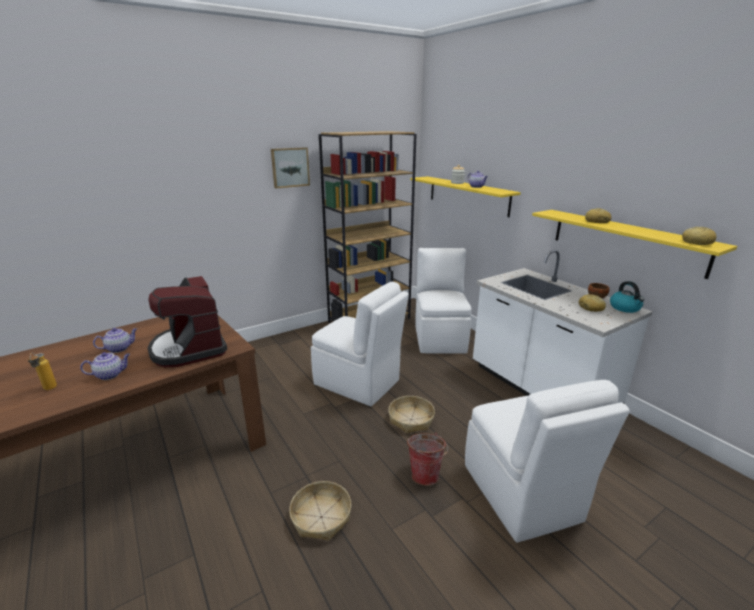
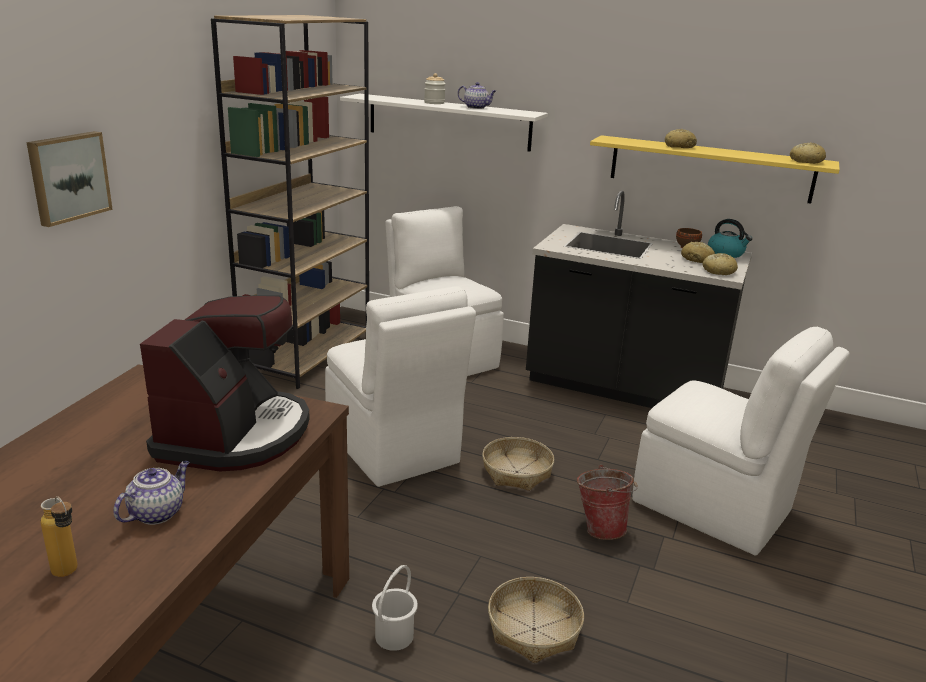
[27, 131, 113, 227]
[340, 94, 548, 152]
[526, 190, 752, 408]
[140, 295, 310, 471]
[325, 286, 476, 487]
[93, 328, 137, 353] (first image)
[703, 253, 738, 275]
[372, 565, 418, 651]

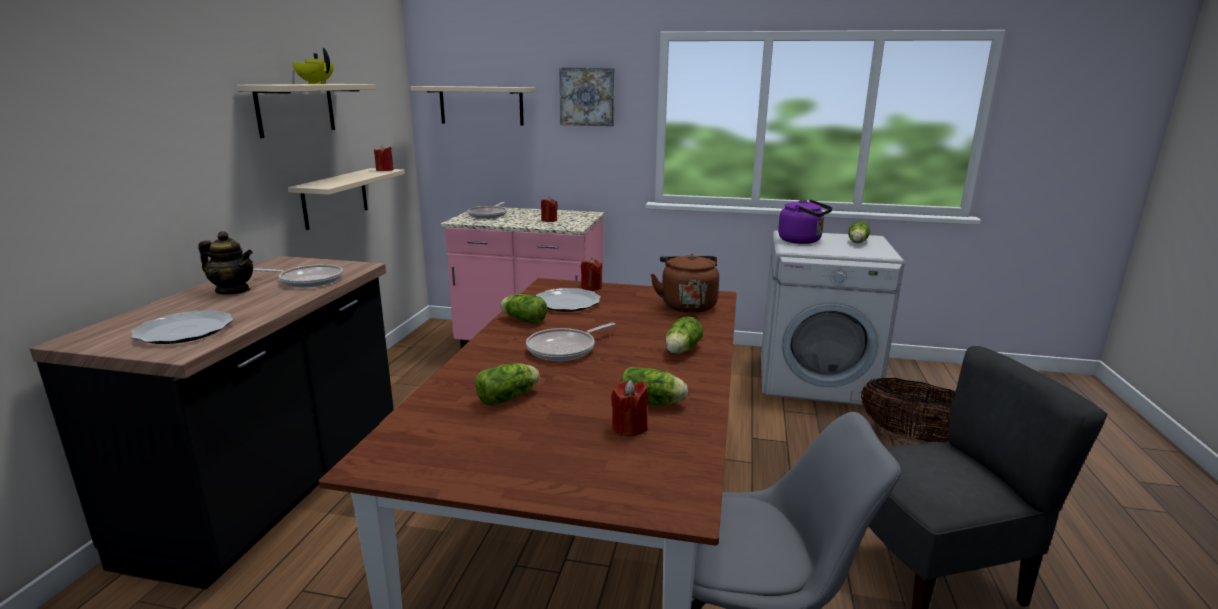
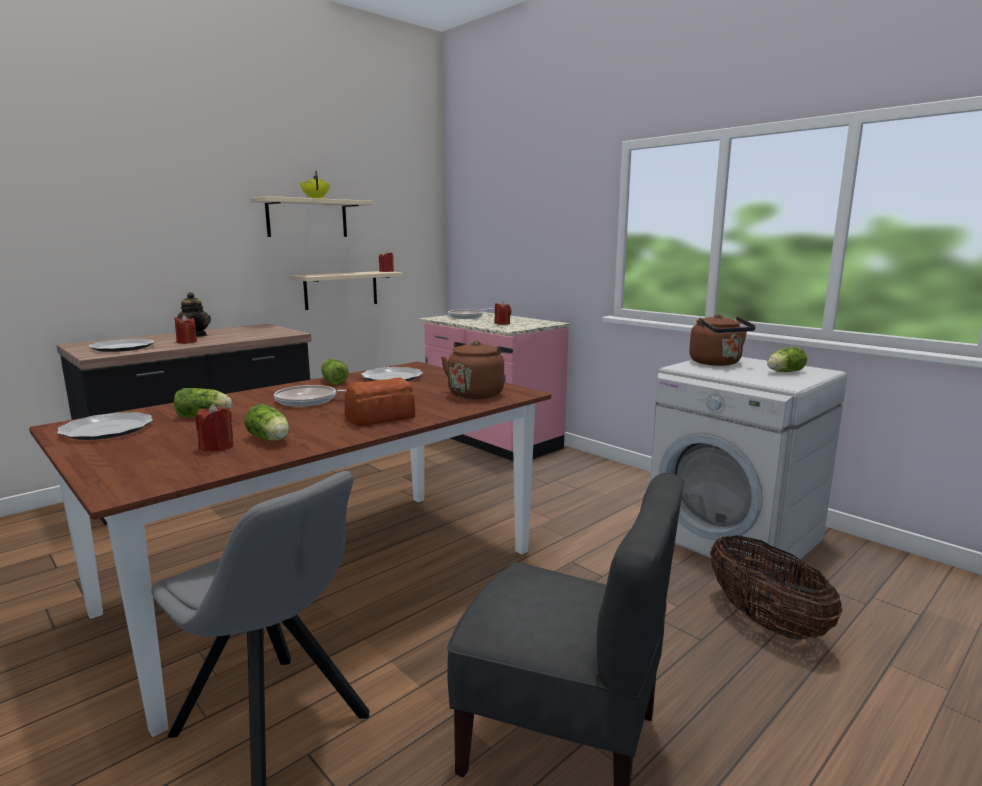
[559, 68, 615, 126] (first image)
[410, 86, 536, 125] (first image)
[689, 314, 756, 366]
[174, 315, 197, 344]
[253, 264, 343, 288] (first image)
[345, 377, 415, 426]
[57, 412, 153, 440]

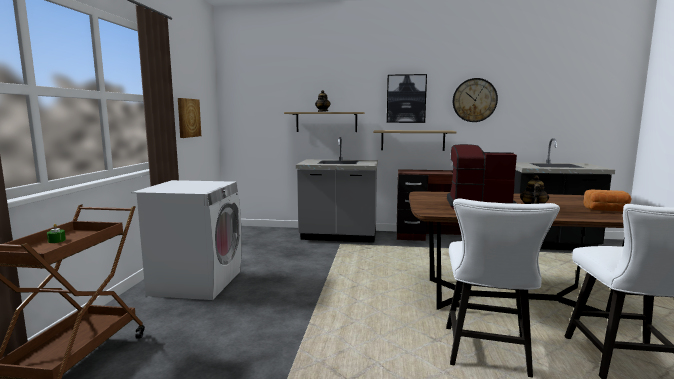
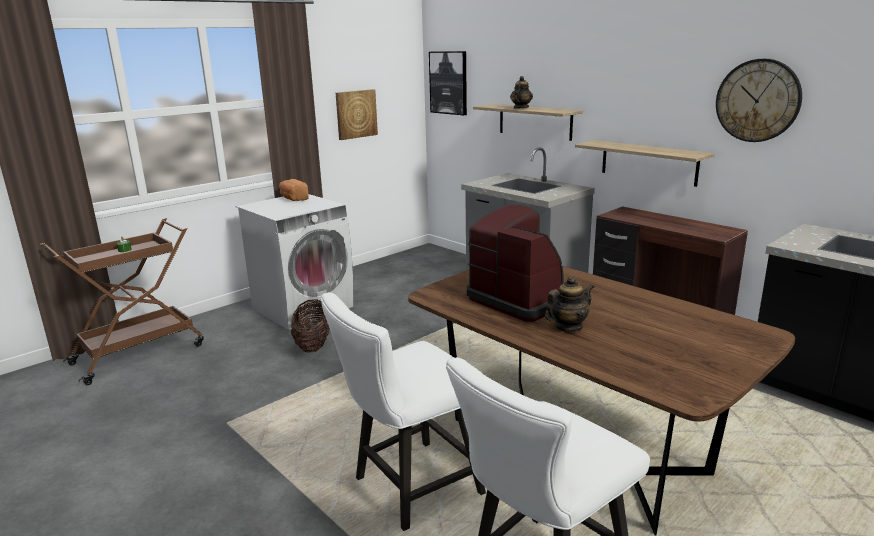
[429, 51, 467, 115]
[279, 179, 309, 201]
[291, 300, 330, 353]

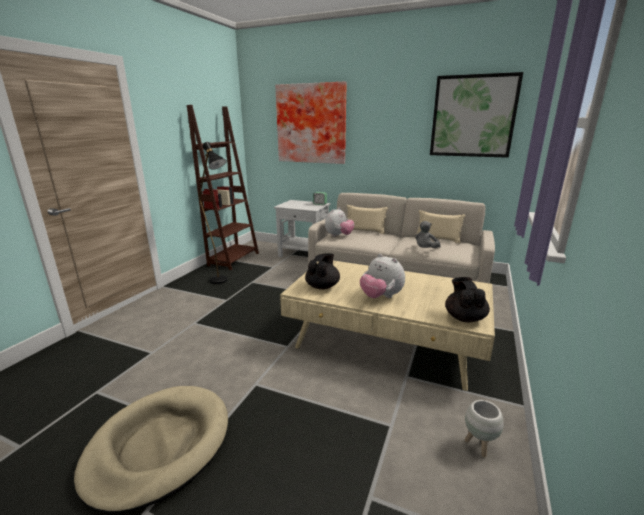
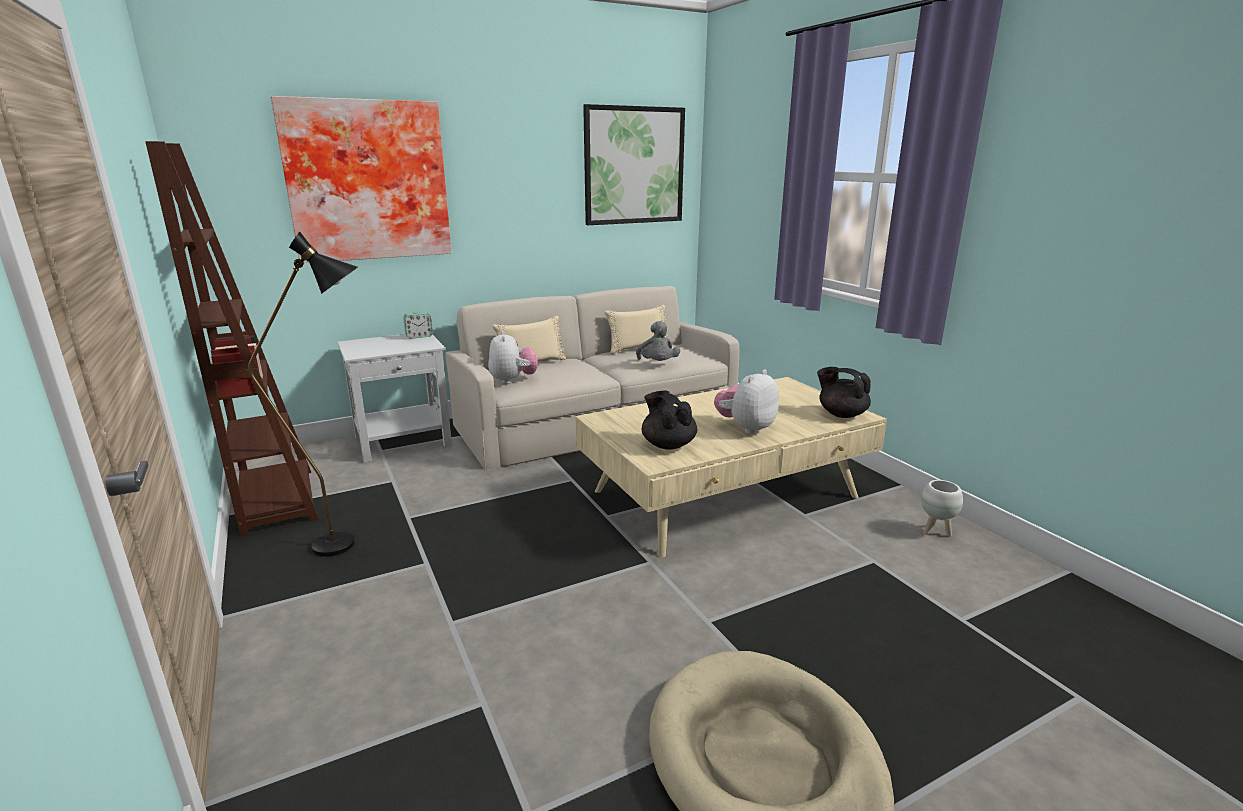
[714, 369, 779, 434]

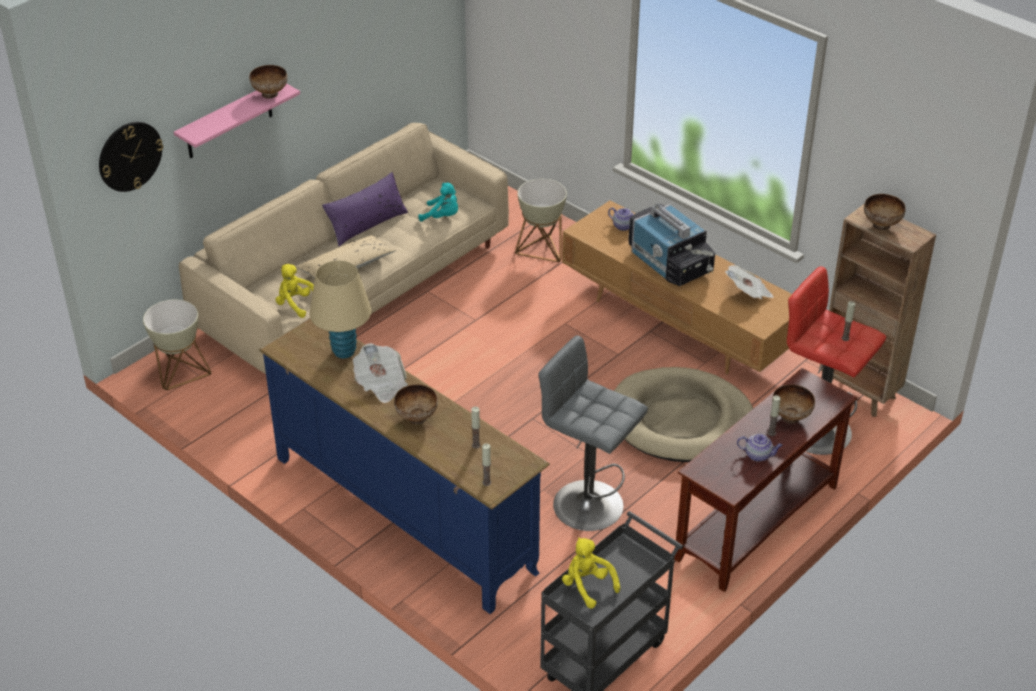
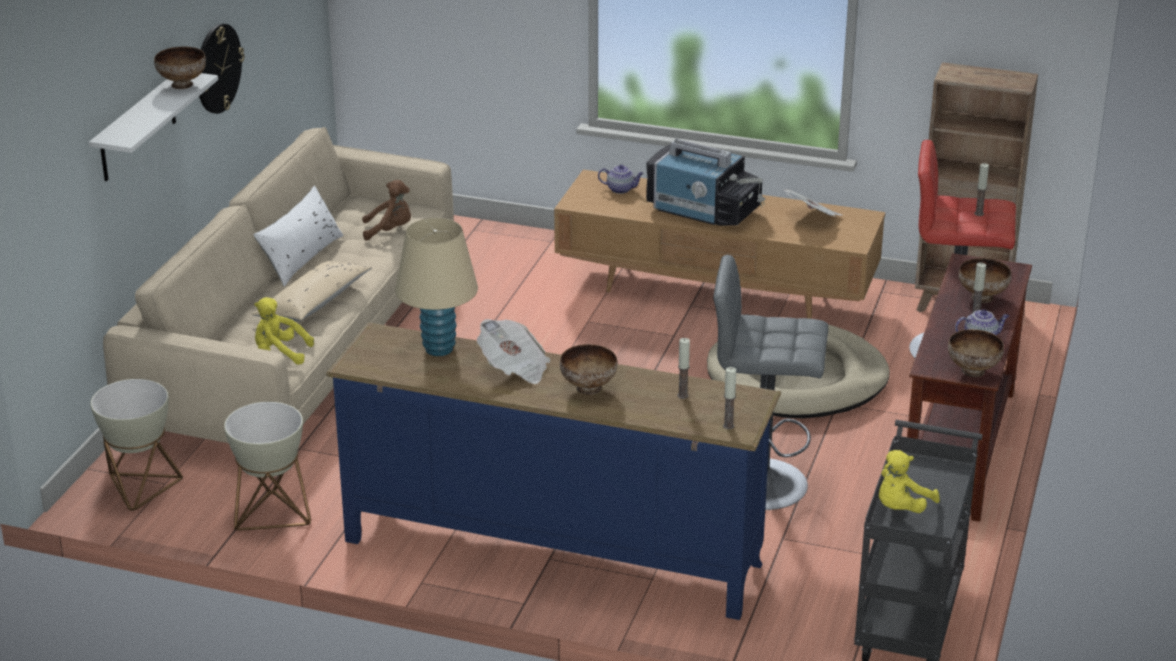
[89, 73, 218, 181]
[199, 24, 244, 114]
[253, 186, 343, 286]
[224, 402, 311, 530]
[362, 180, 411, 240]
[948, 329, 1004, 377]
[879, 450, 940, 513]

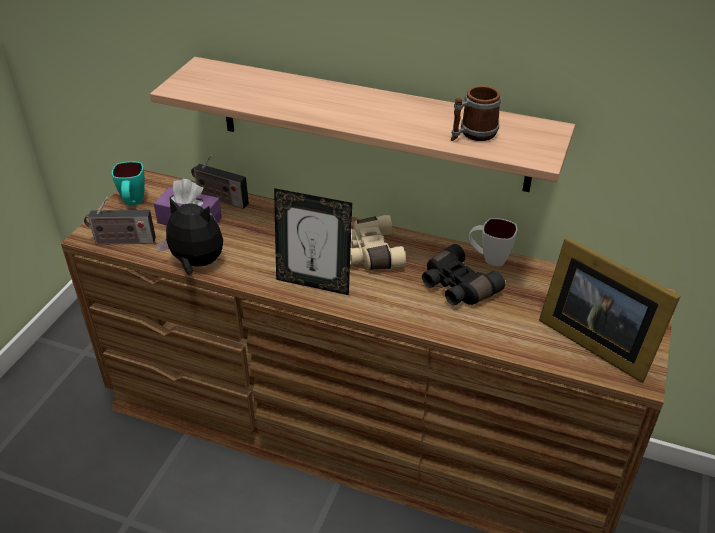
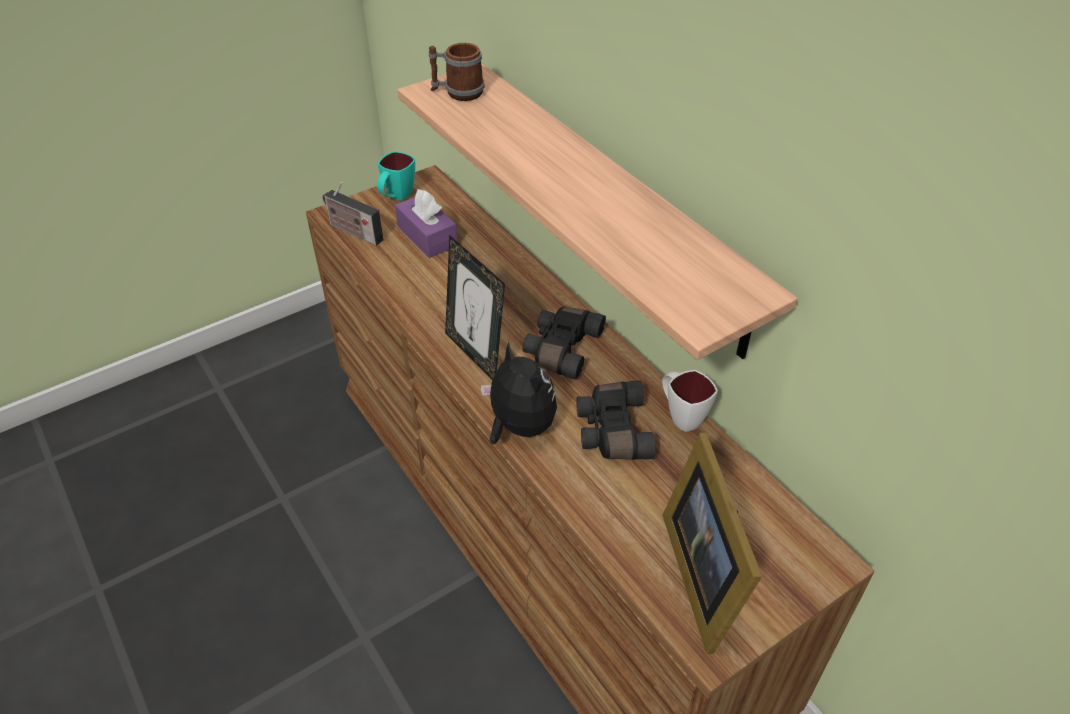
[429, 43, 484, 101]
[191, 155, 249, 209] (first image)
[481, 341, 557, 444]
[522, 306, 606, 380]

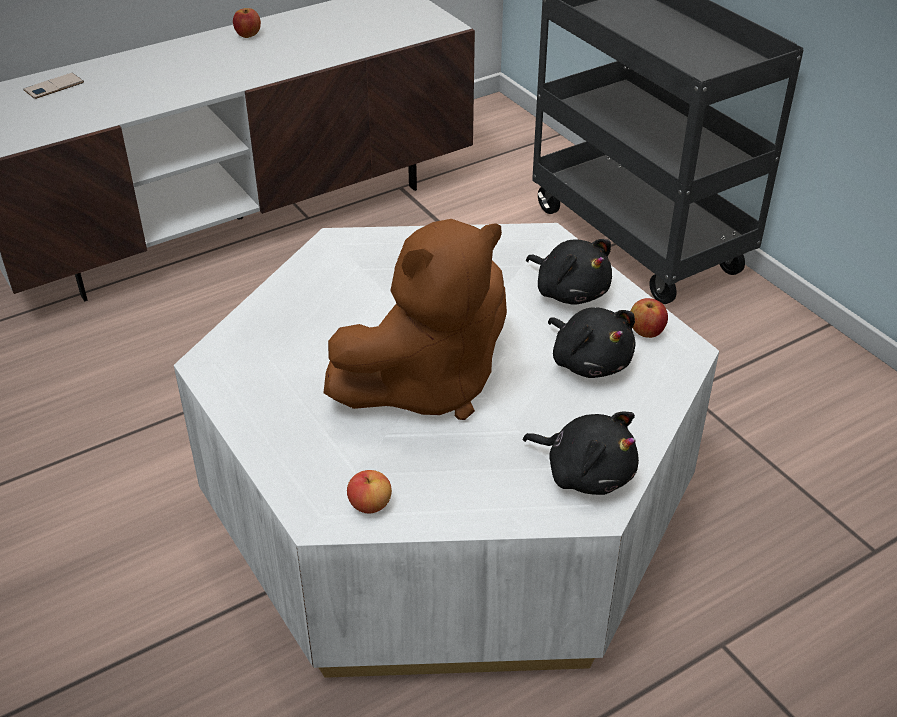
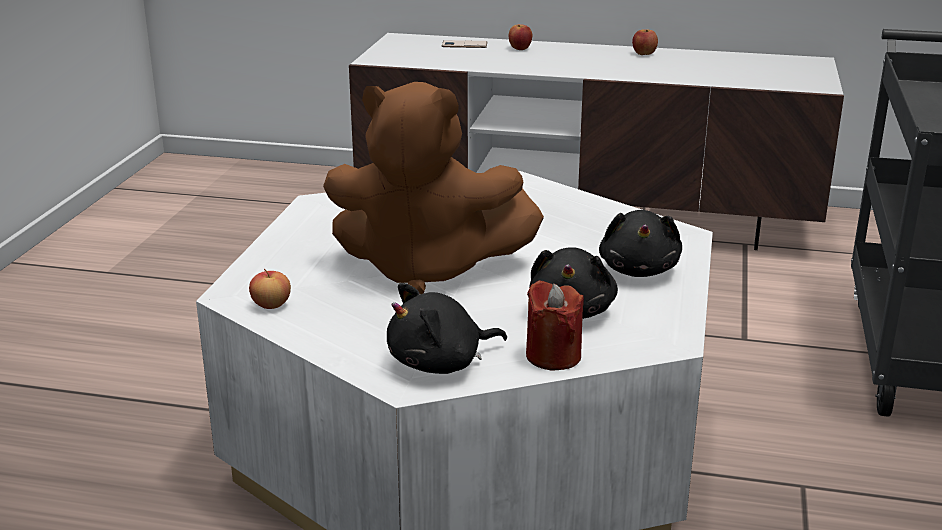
[509, 24, 532, 50]
[387, 283, 507, 374]
[526, 280, 584, 370]

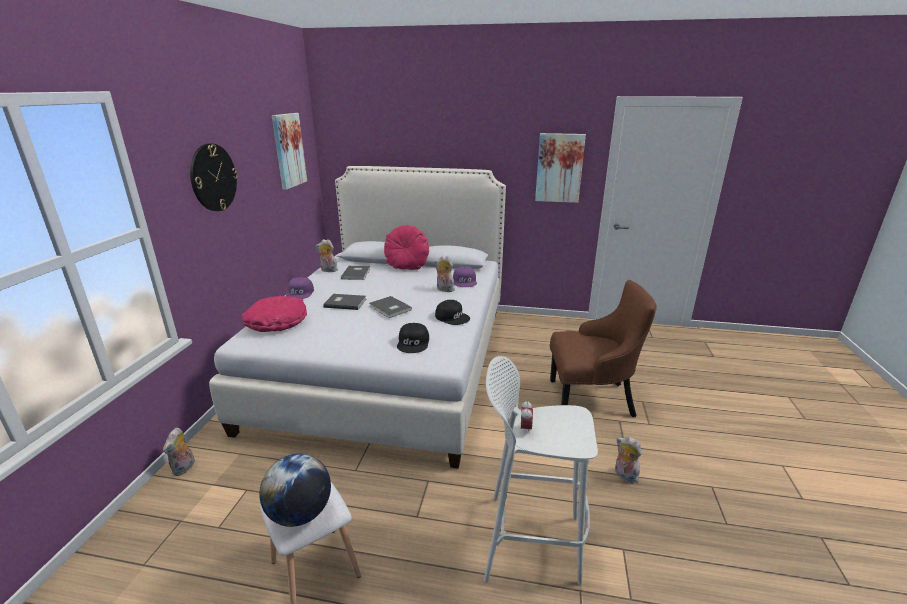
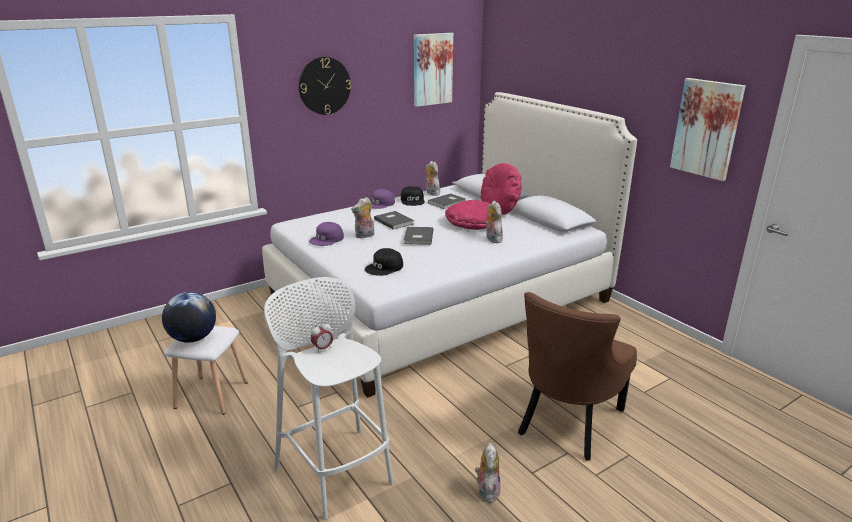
[309, 222, 344, 246]
[518, 292, 637, 461]
[445, 200, 490, 230]
[401, 186, 425, 206]
[351, 197, 374, 238]

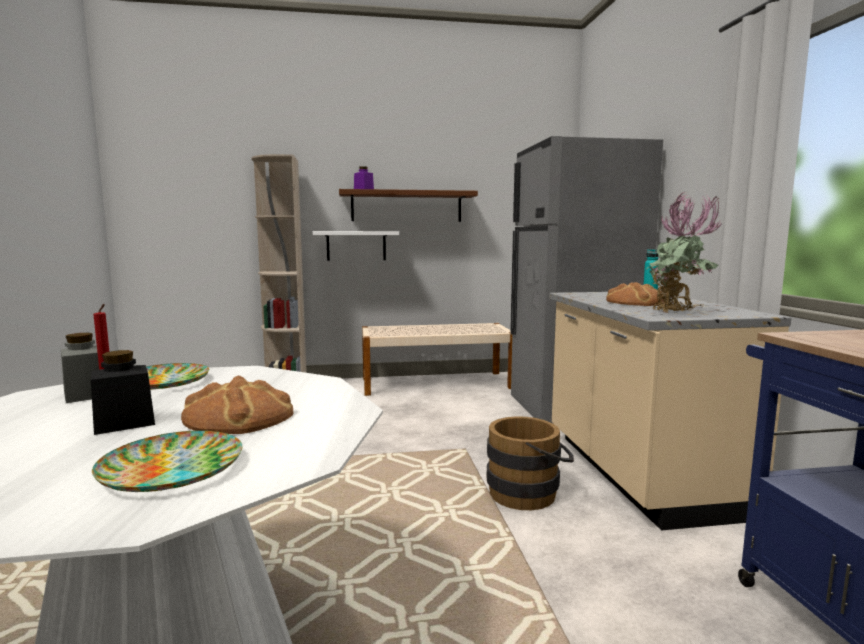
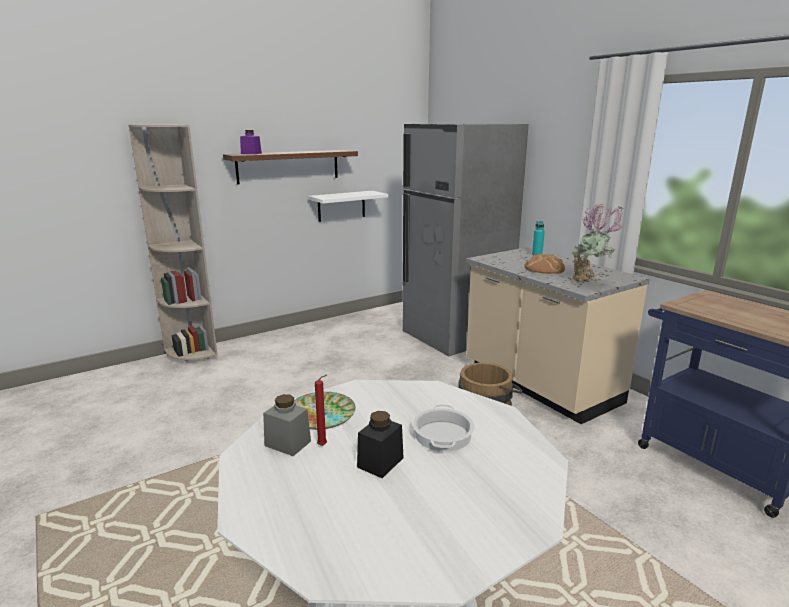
[308, 191, 389, 222]
[362, 323, 512, 396] (first image)
[413, 404, 475, 452]
[92, 431, 242, 492] (first image)

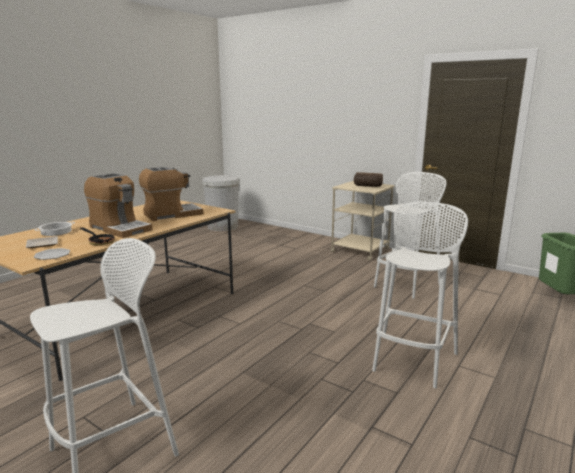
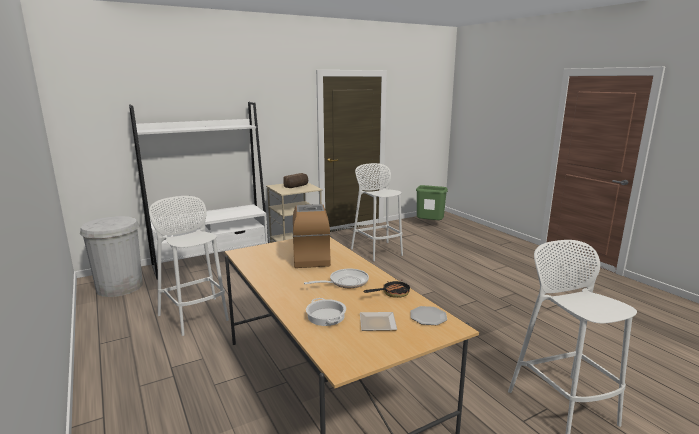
[304, 269, 369, 288]
[149, 196, 229, 336]
[129, 102, 269, 280]

